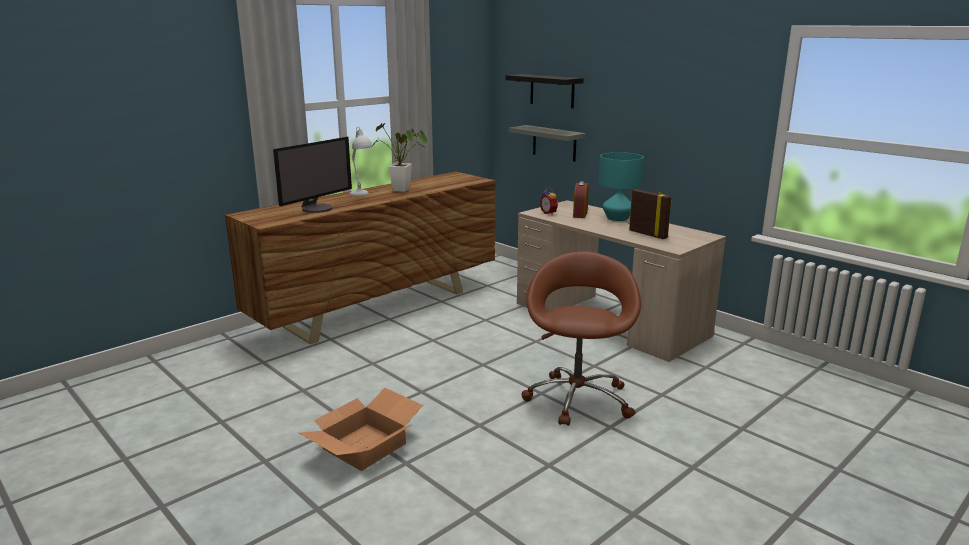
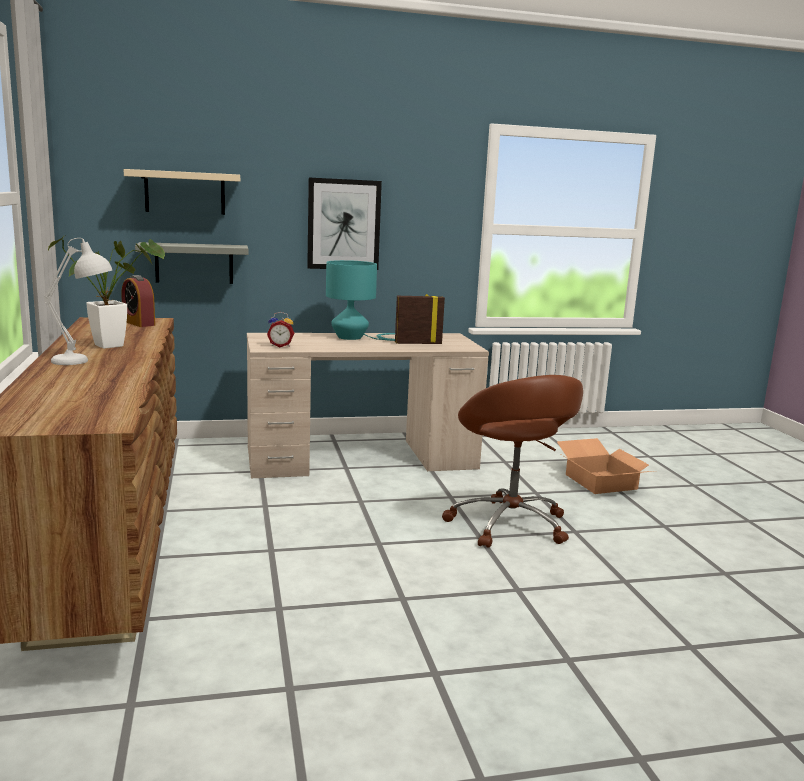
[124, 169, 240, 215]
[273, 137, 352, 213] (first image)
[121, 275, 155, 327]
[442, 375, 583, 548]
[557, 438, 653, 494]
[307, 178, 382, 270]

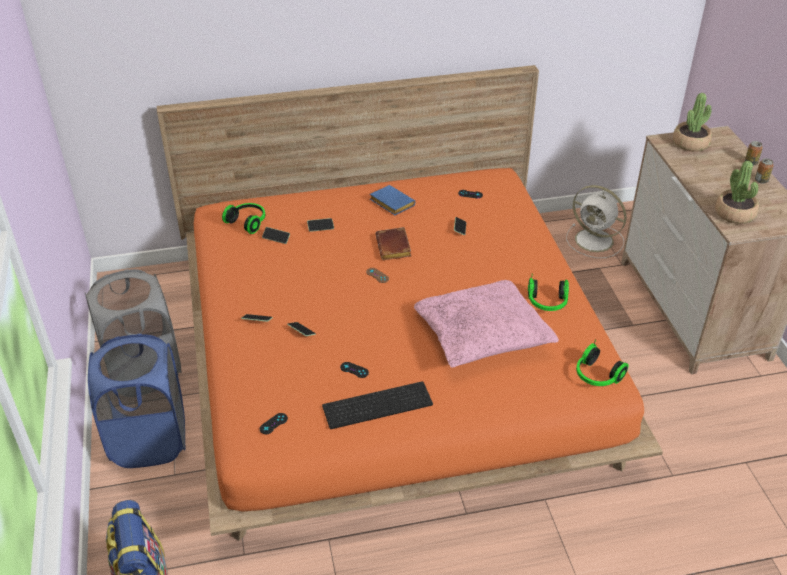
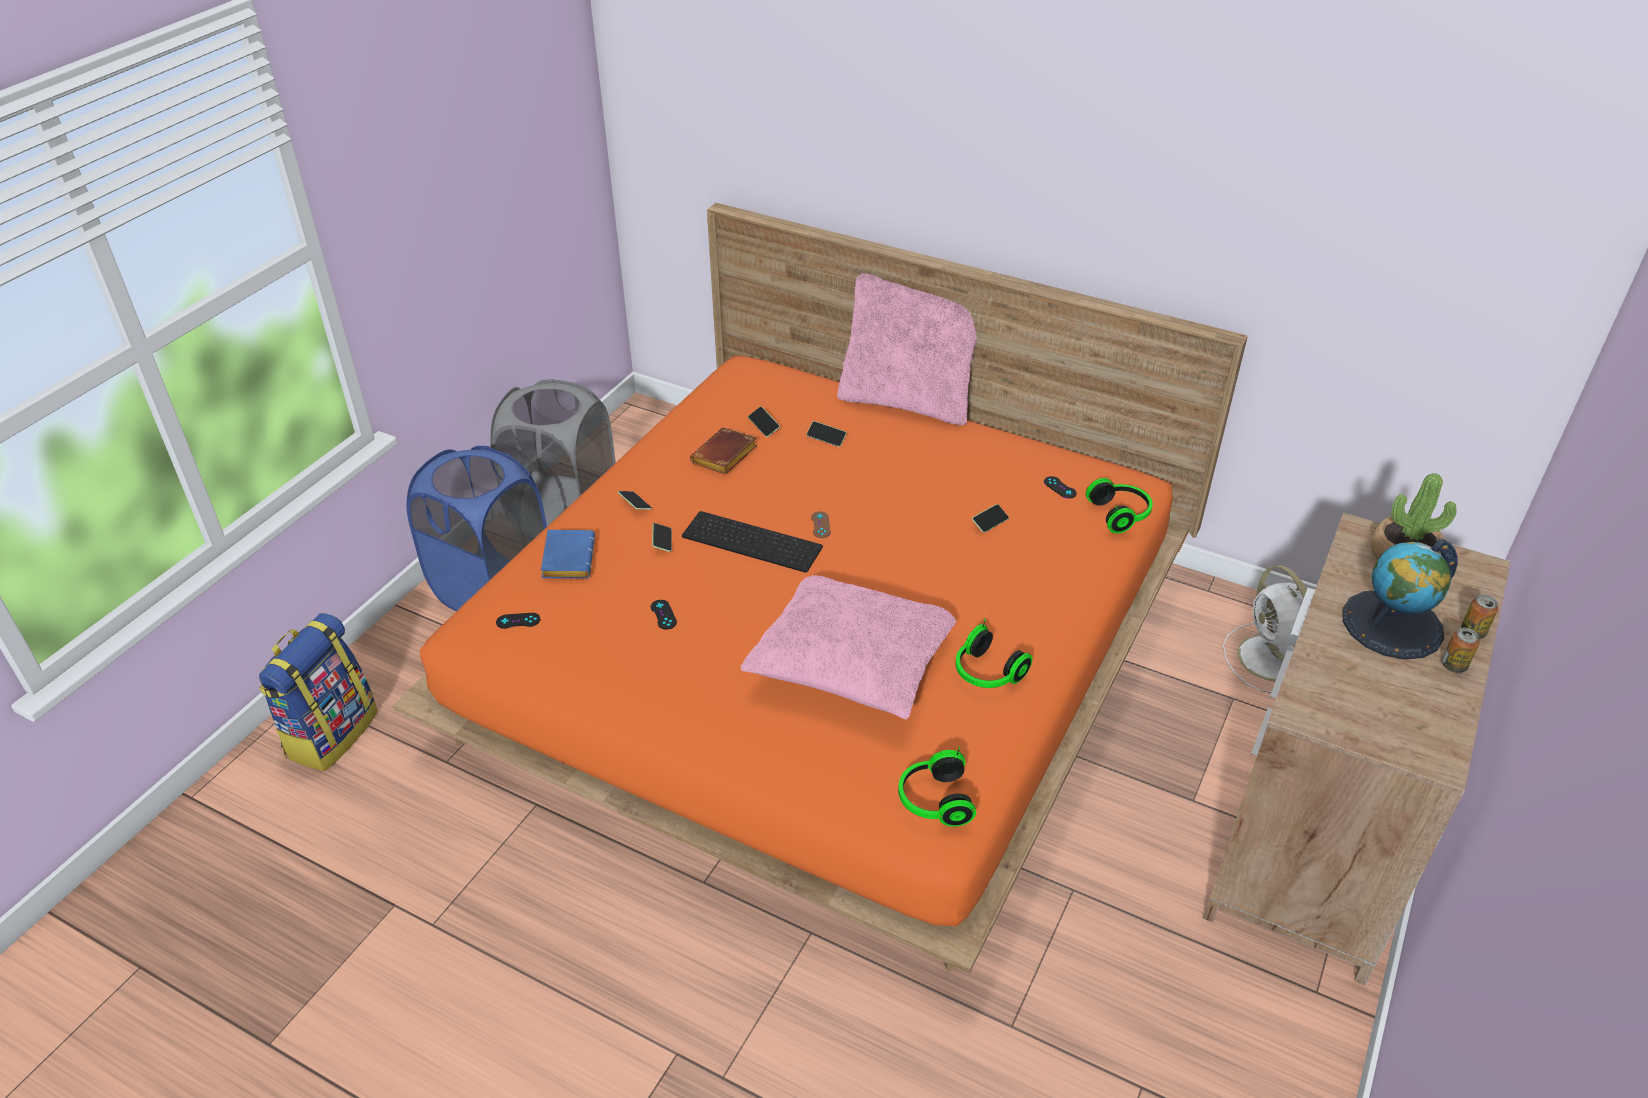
[715, 161, 759, 224] (first image)
[541, 530, 595, 579]
[1086, 478, 1153, 534]
[690, 427, 757, 474]
[682, 511, 823, 573]
[837, 273, 977, 425]
[1342, 538, 1458, 659]

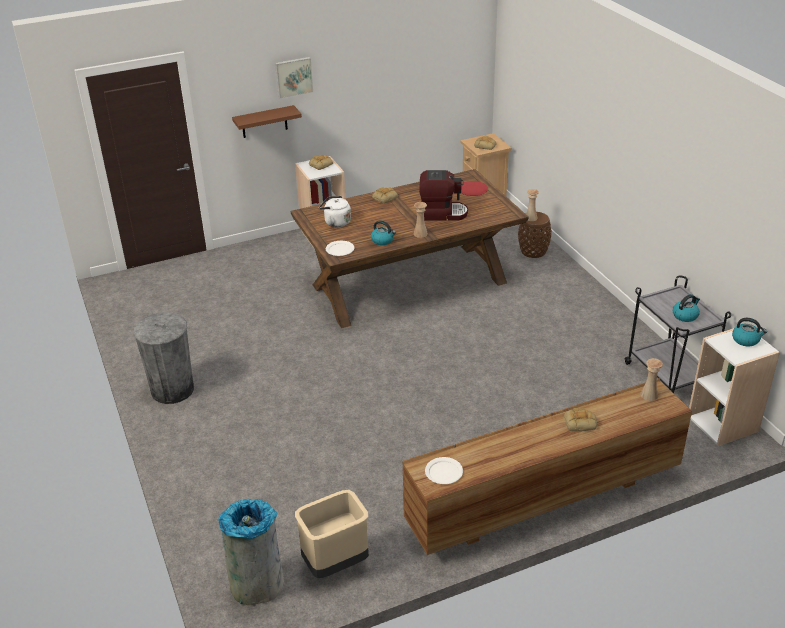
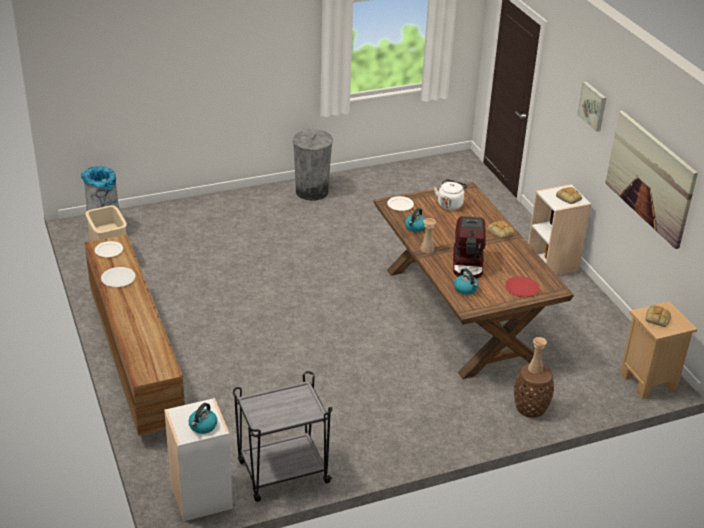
[232, 105, 302, 138] (first image)
[454, 268, 478, 295]
[640, 358, 663, 401] (first image)
[564, 408, 597, 431] (first image)
[605, 111, 698, 249]
[101, 267, 136, 287]

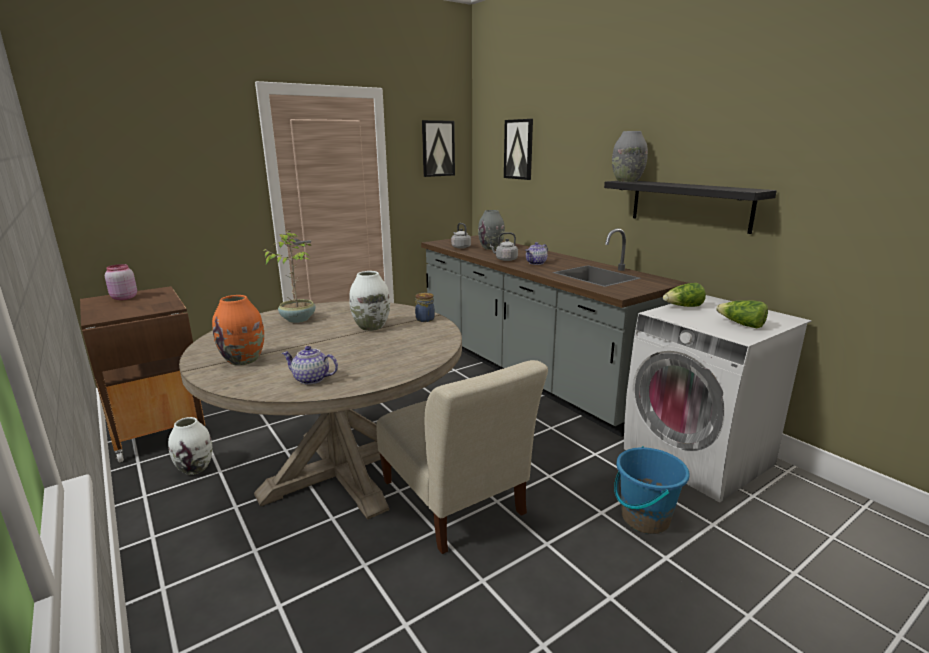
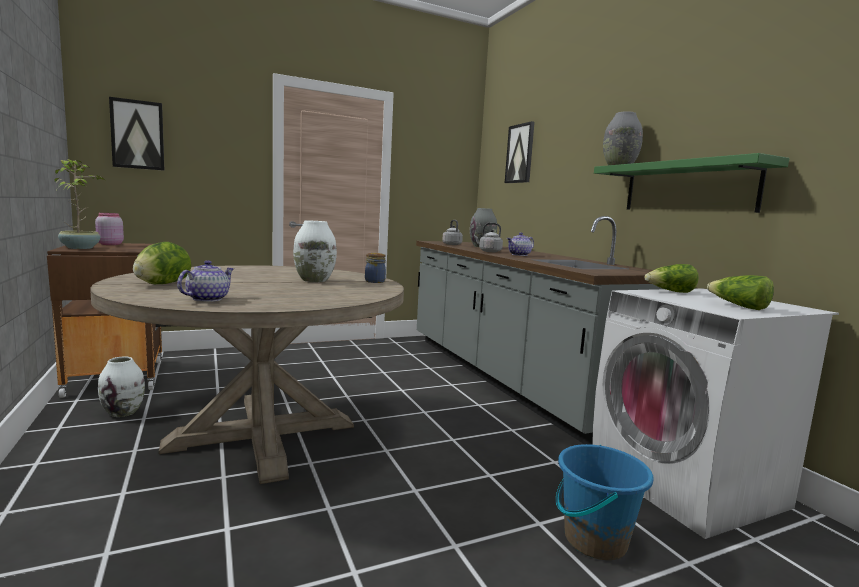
[109, 97, 165, 171]
[594, 153, 790, 213]
[55, 159, 105, 249]
[133, 242, 191, 284]
[177, 260, 234, 302]
[376, 360, 548, 554] (first image)

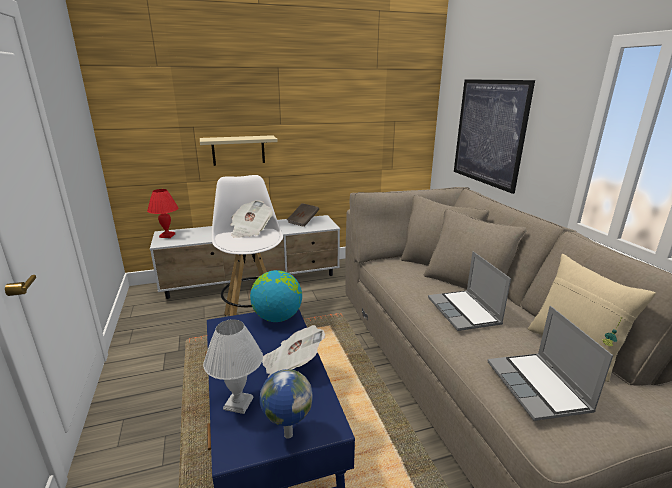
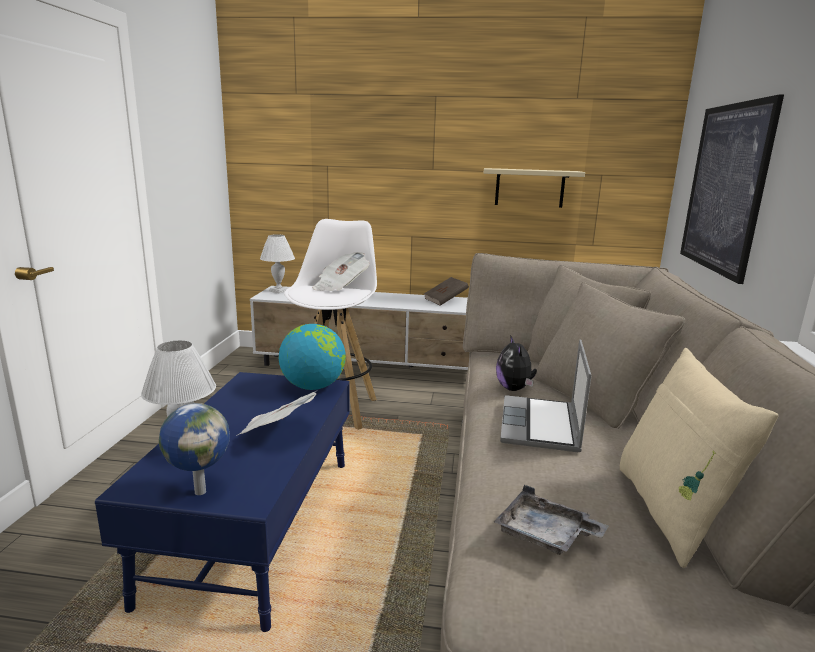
[484, 168, 585, 208]
[260, 234, 295, 293]
[494, 485, 608, 555]
[496, 335, 537, 391]

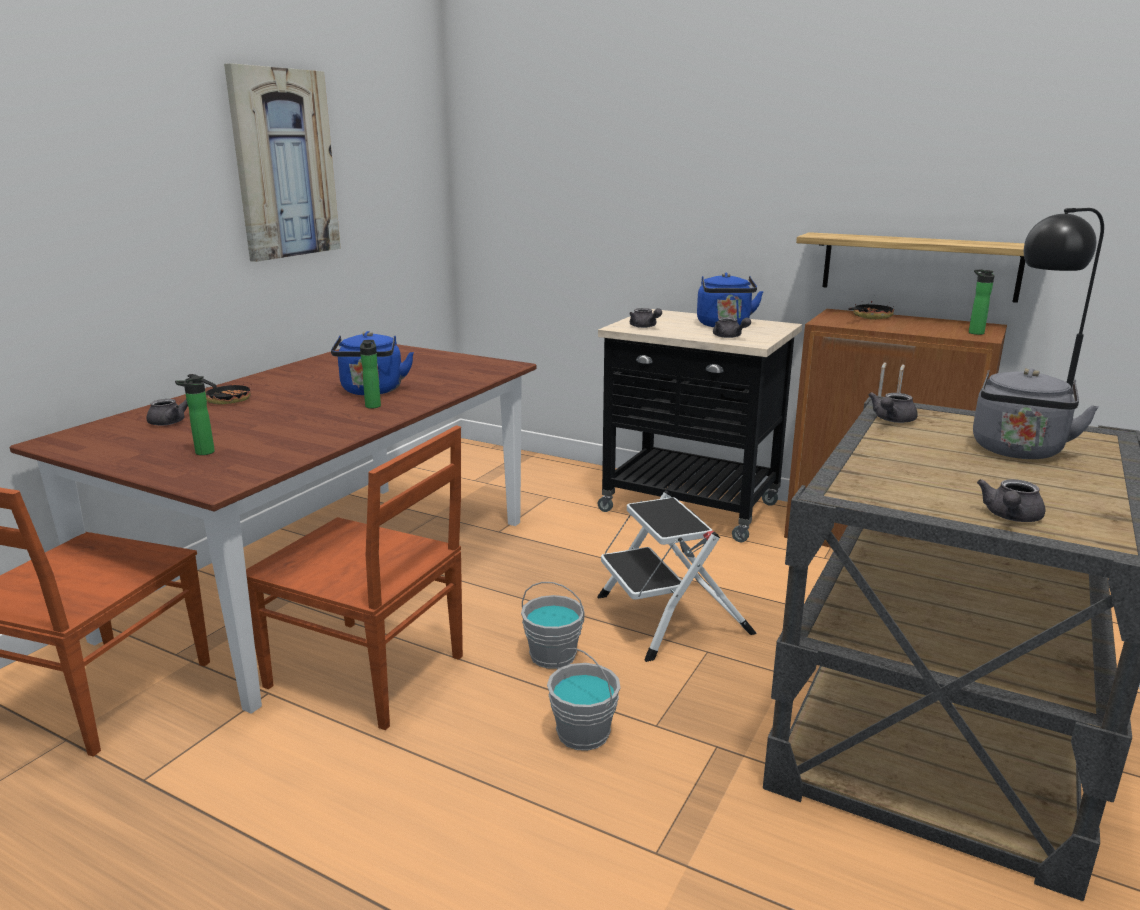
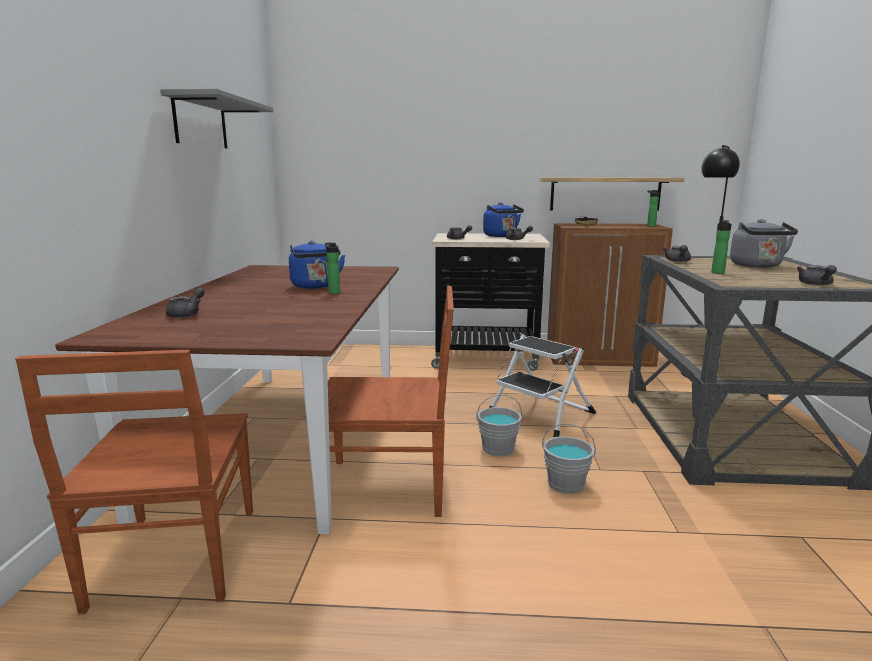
[160, 89, 274, 148]
[187, 374, 252, 405] (first image)
[711, 220, 731, 274]

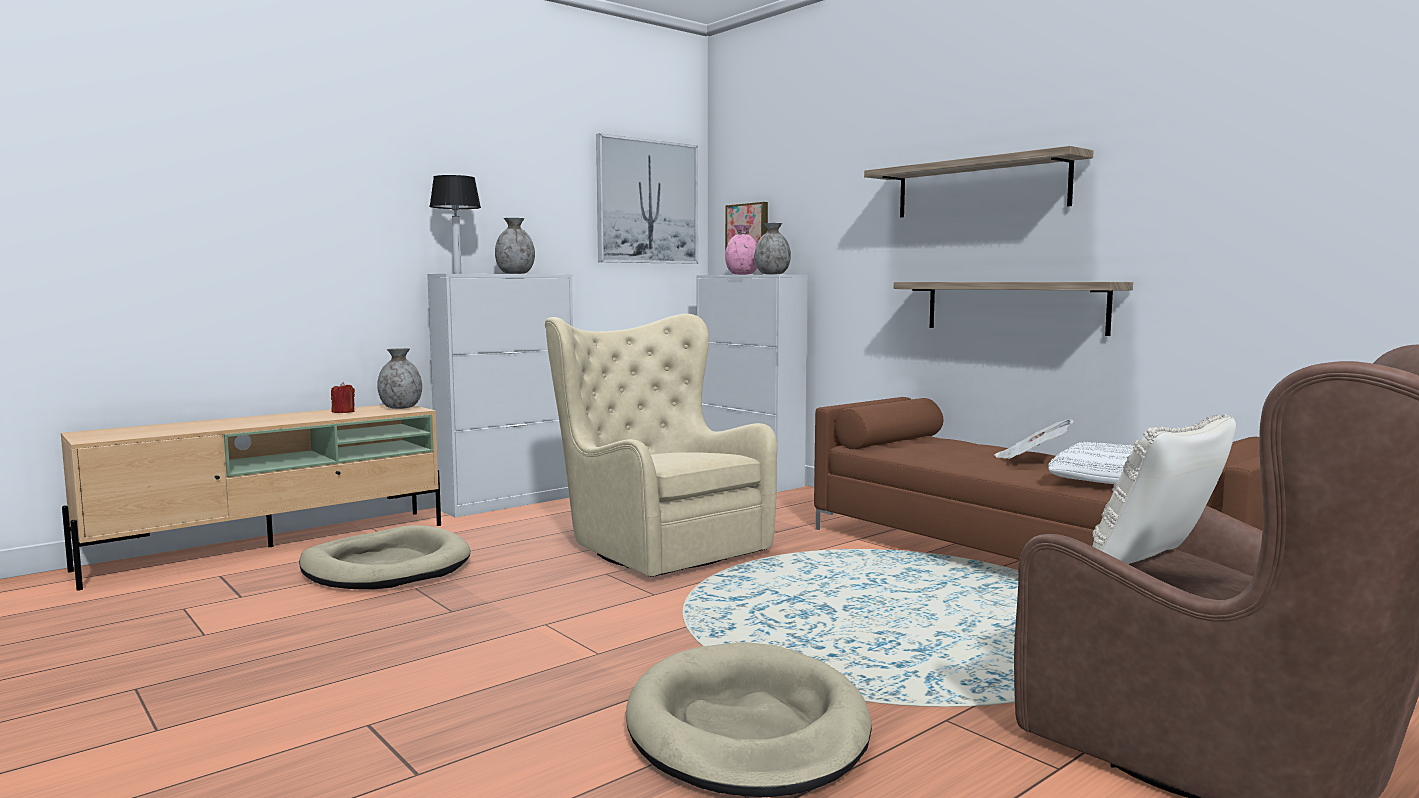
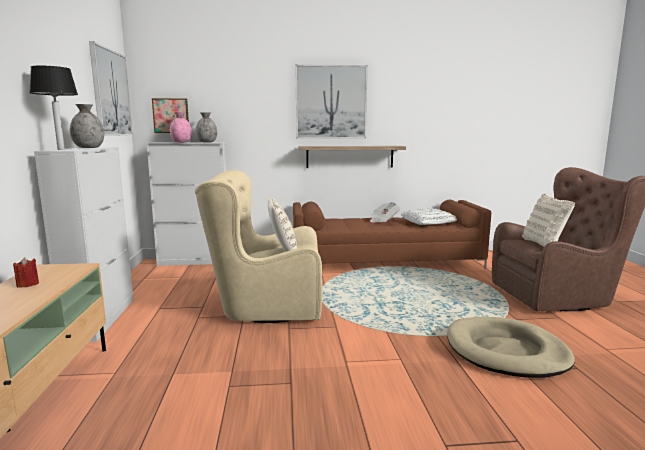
[295, 64, 368, 139]
[377, 348, 422, 409] (first image)
[299, 525, 471, 589] (first image)
[268, 198, 297, 251]

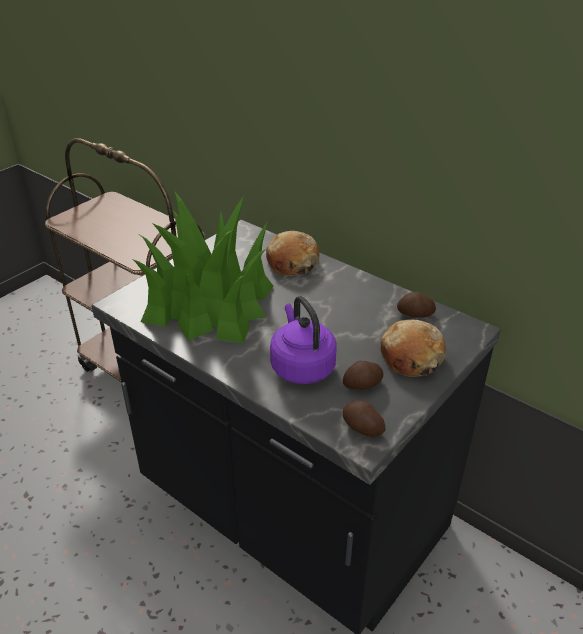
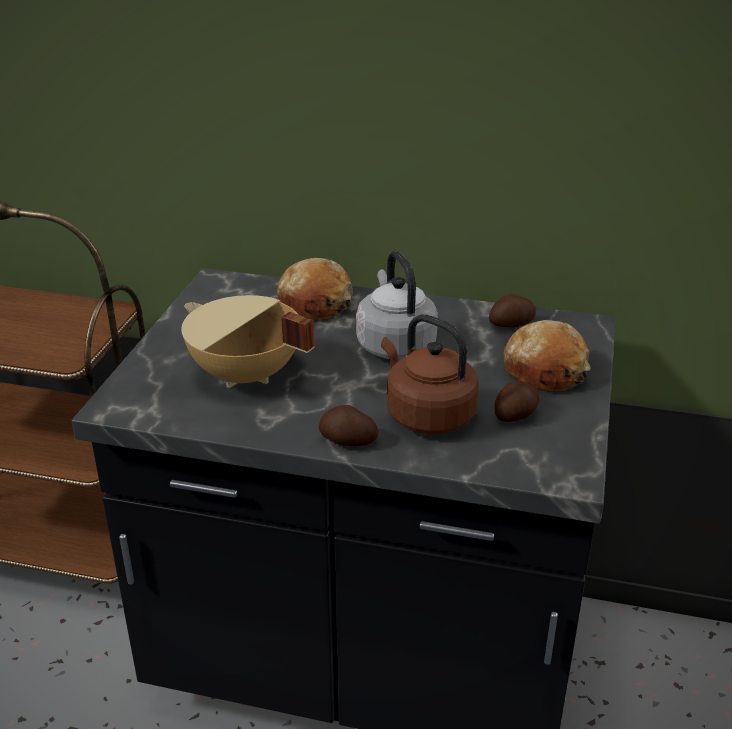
[182, 295, 315, 388]
[381, 314, 479, 434]
[318, 405, 378, 446]
[356, 251, 438, 360]

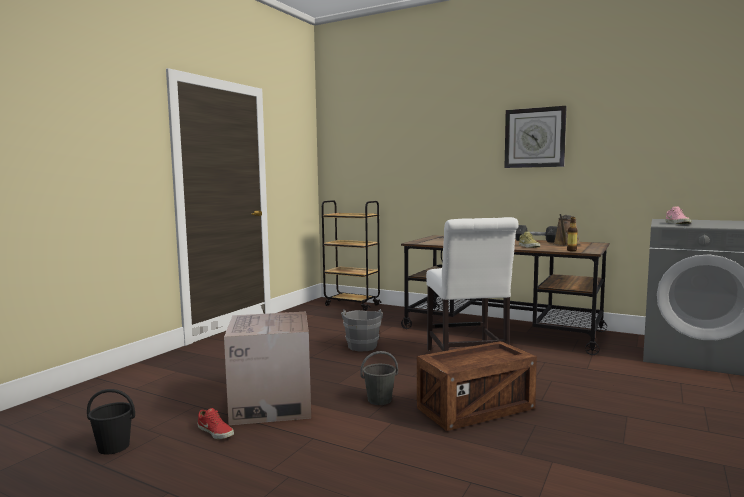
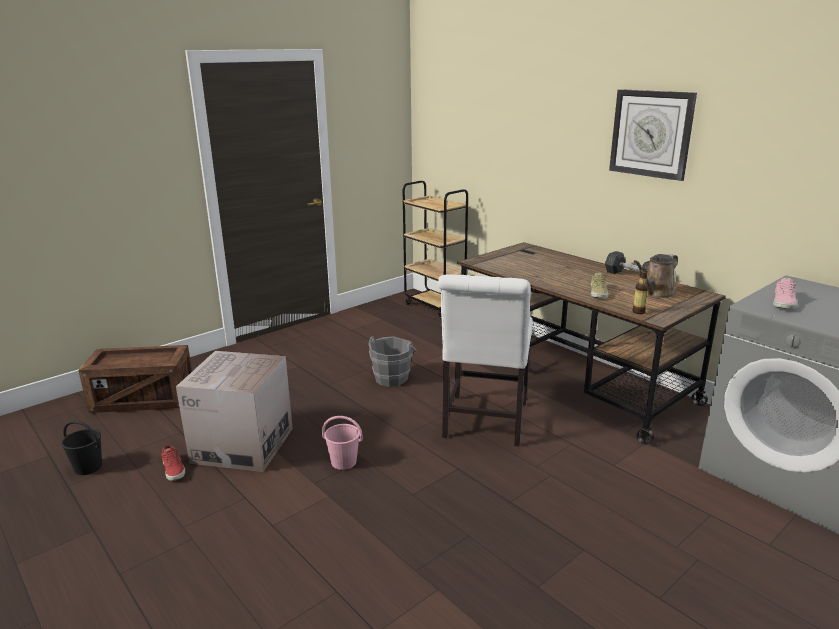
[78, 345, 192, 413]
[322, 416, 363, 470]

